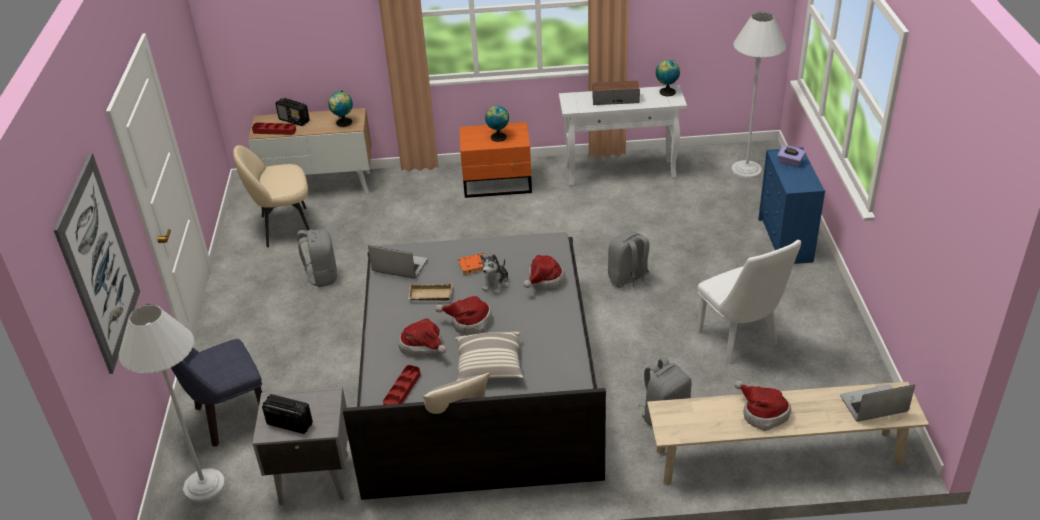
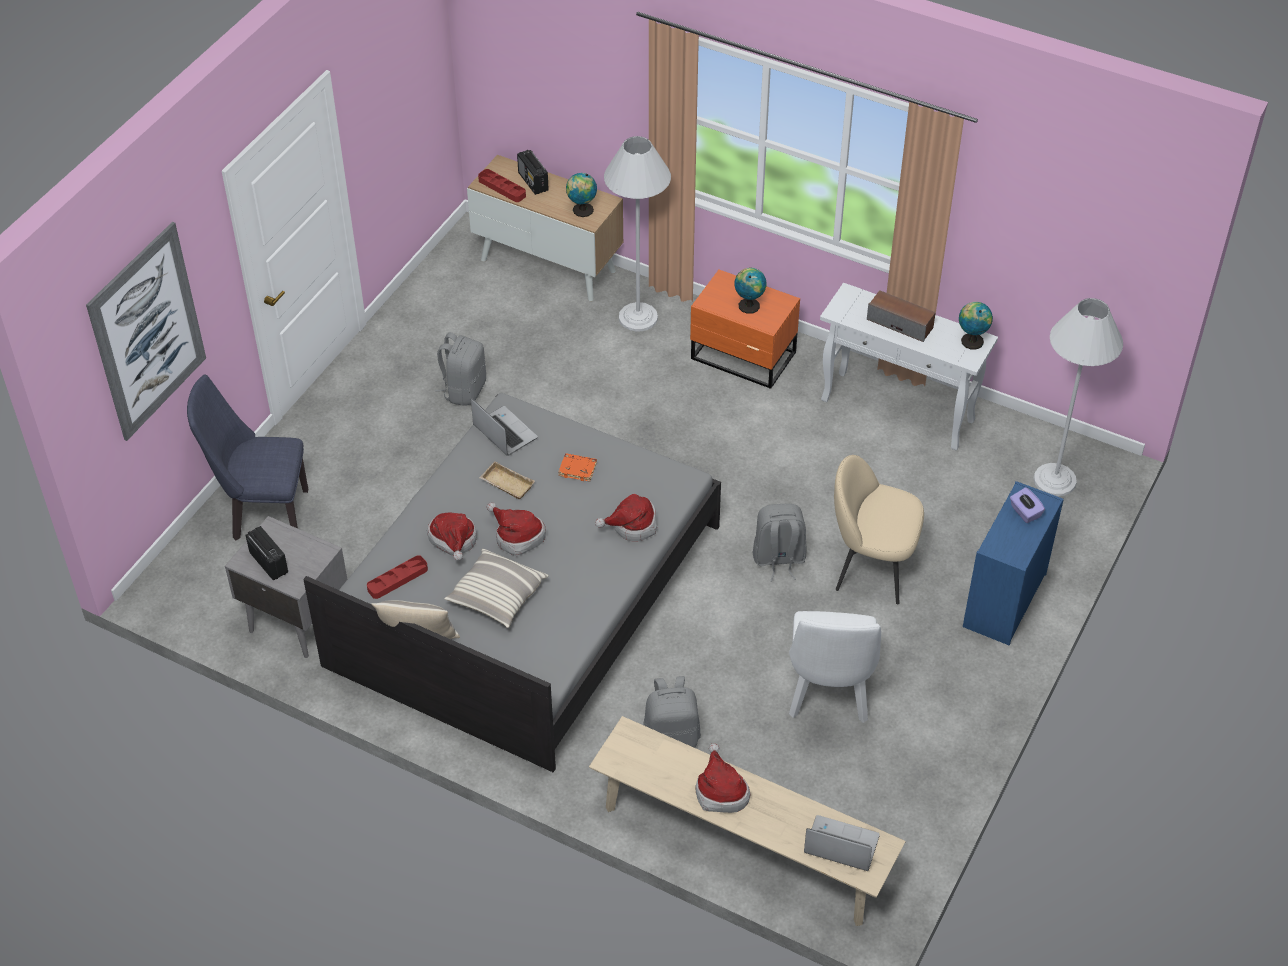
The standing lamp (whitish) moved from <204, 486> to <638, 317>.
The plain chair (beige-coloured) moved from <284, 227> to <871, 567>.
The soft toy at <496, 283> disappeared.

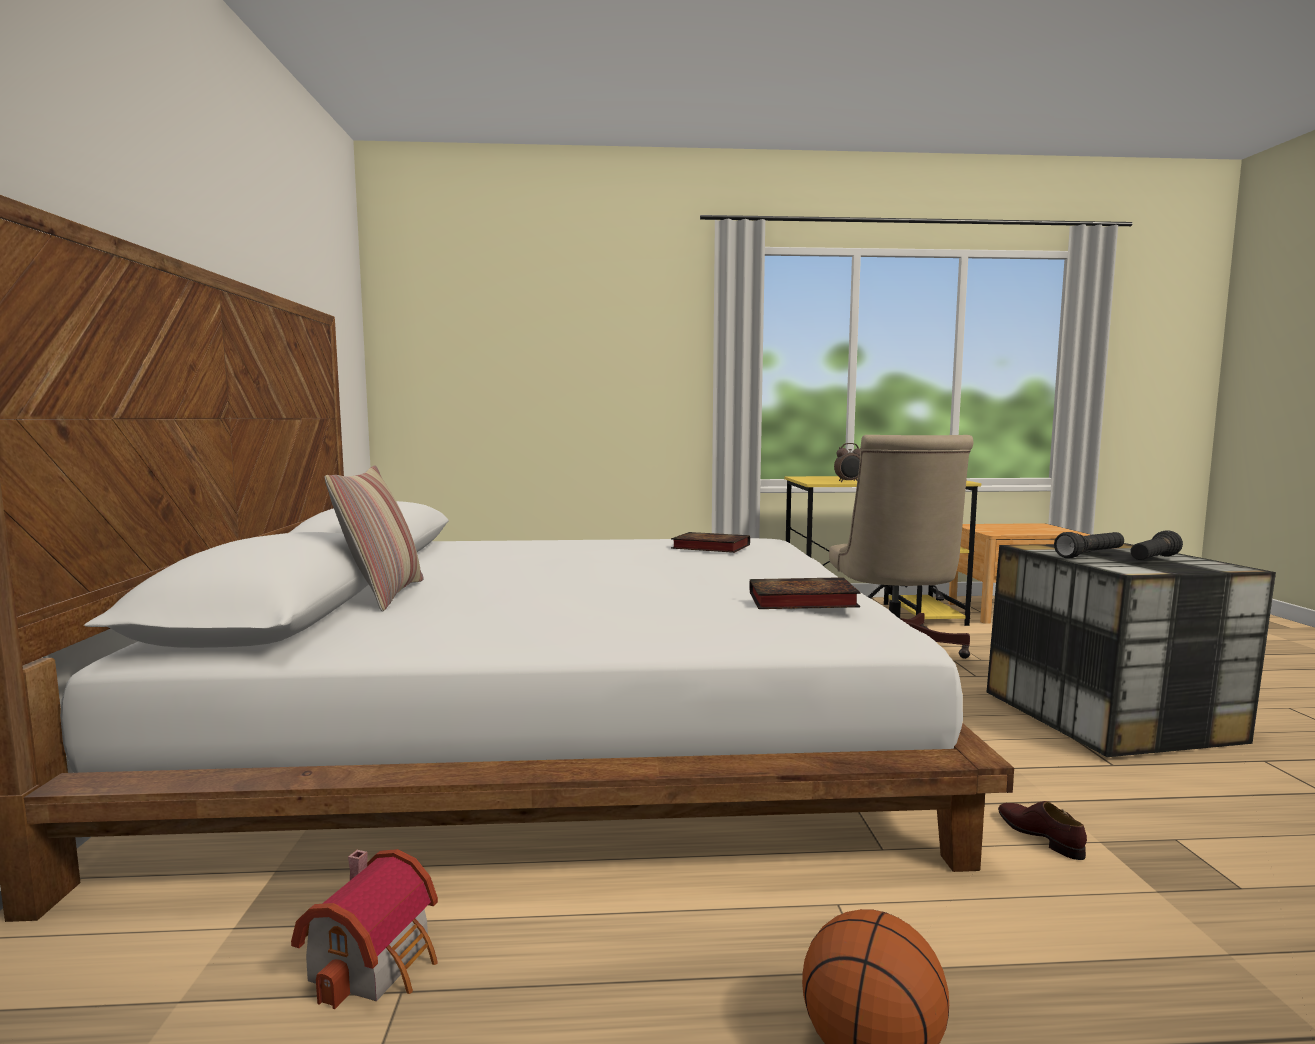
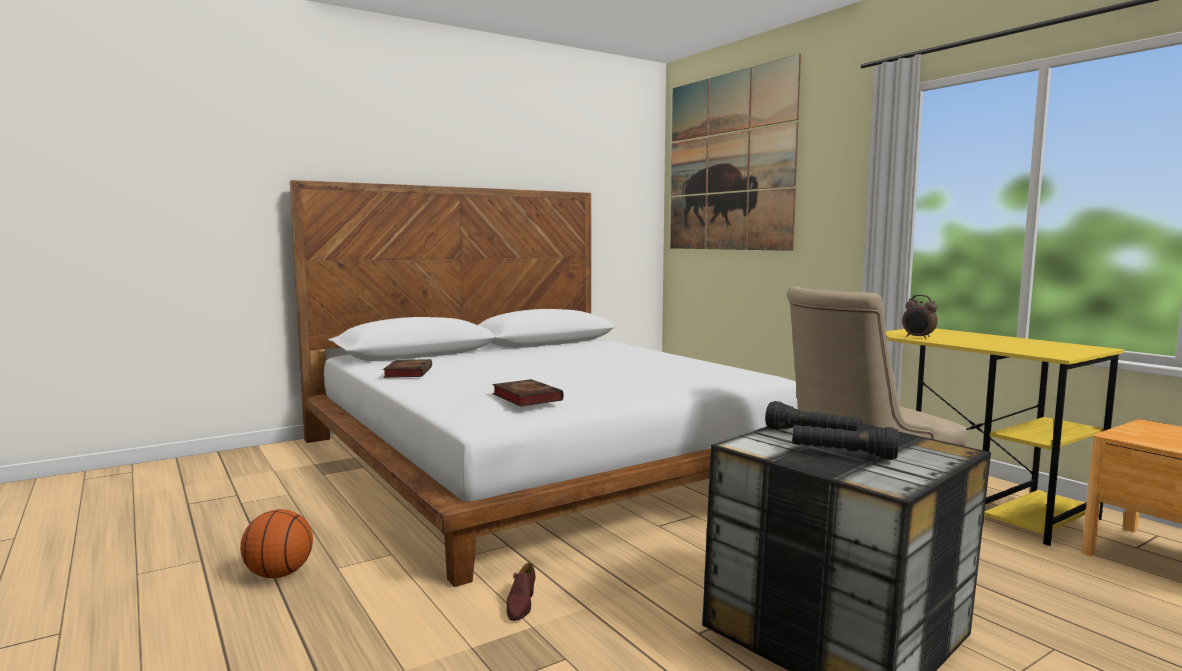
The toy house at <378, 962> disappeared.
The cushion at <383, 595> disappeared.
The bound book moved from <708, 547> to <408, 372>.
The low shoe (brown) at <1040, 836> turned 150 degrees clockwise.
The wall picture at <729, 162> appeared.

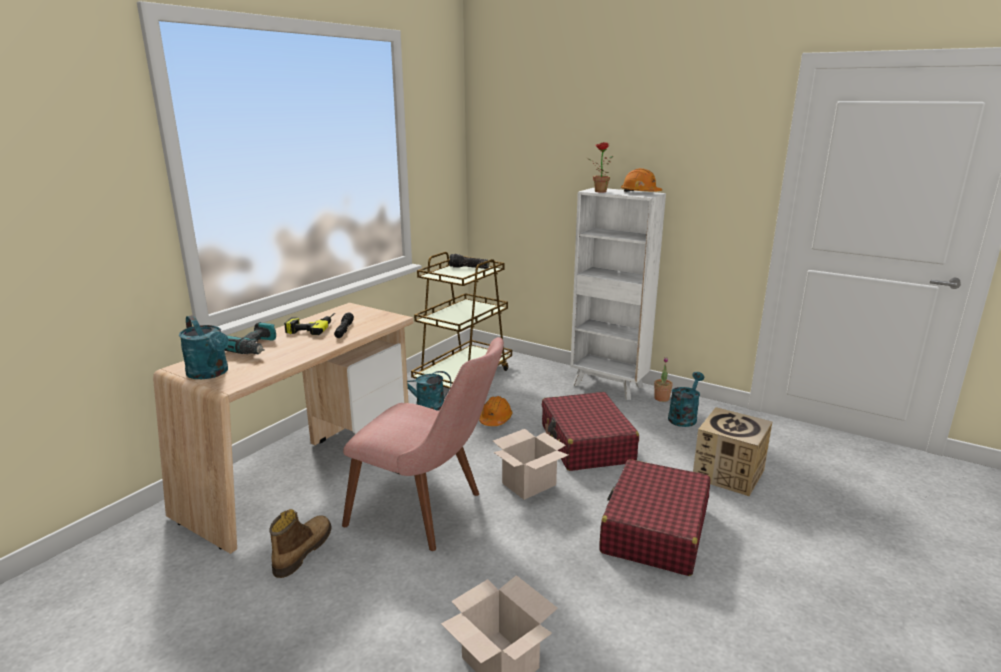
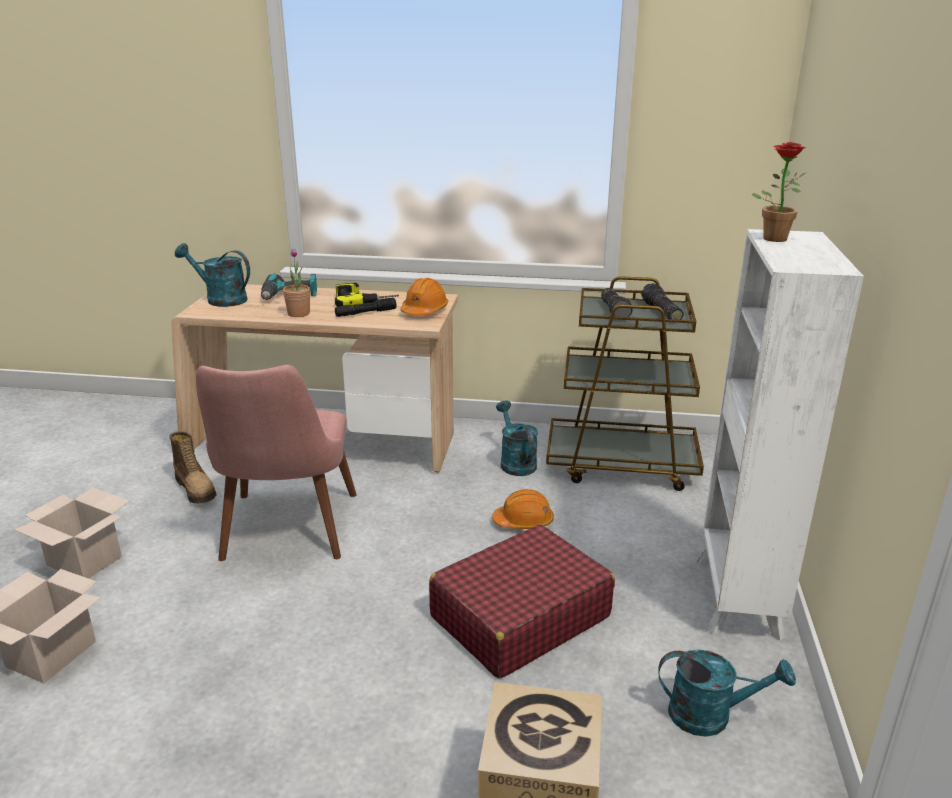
The watering can (blue-green) at <210, 373> turned 90 degrees clockwise.
The boot at <302, 551> turned 60 degrees clockwise.
The carton moved from <529, 483> to <86, 561>.
The suitcase (red-coloured) at <654, 530> disappeared.
The safety helmet (orangey) moved from <640, 193> to <424, 310>.
The potted plant moved from <661, 398> to <298, 313>.
The flashlight at <615, 311> appeared.

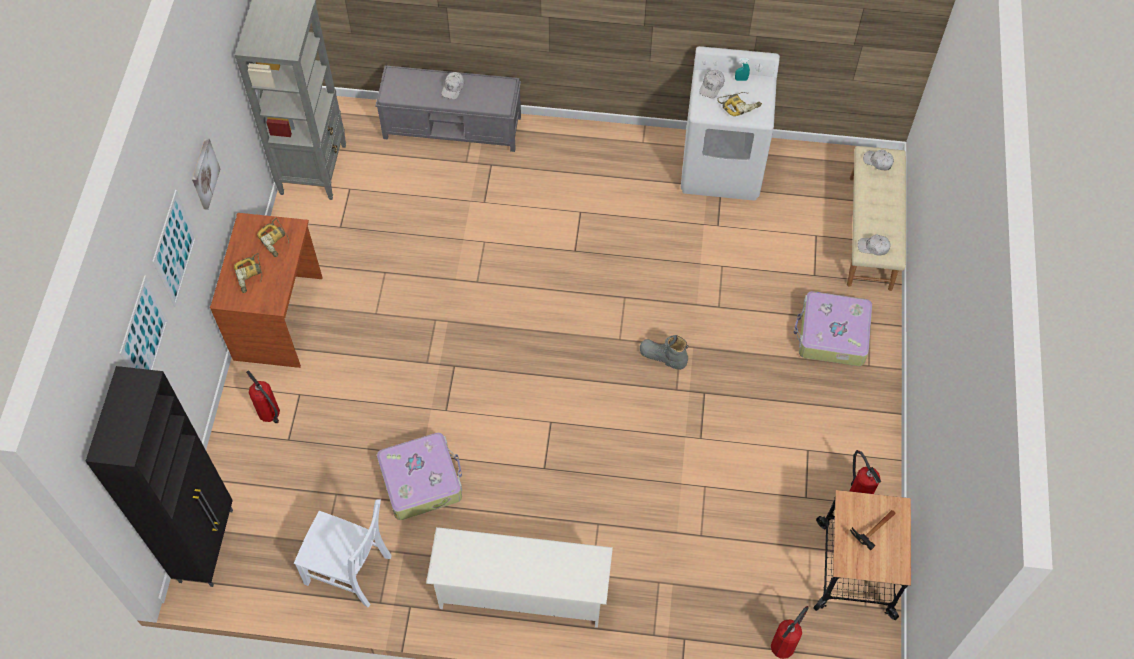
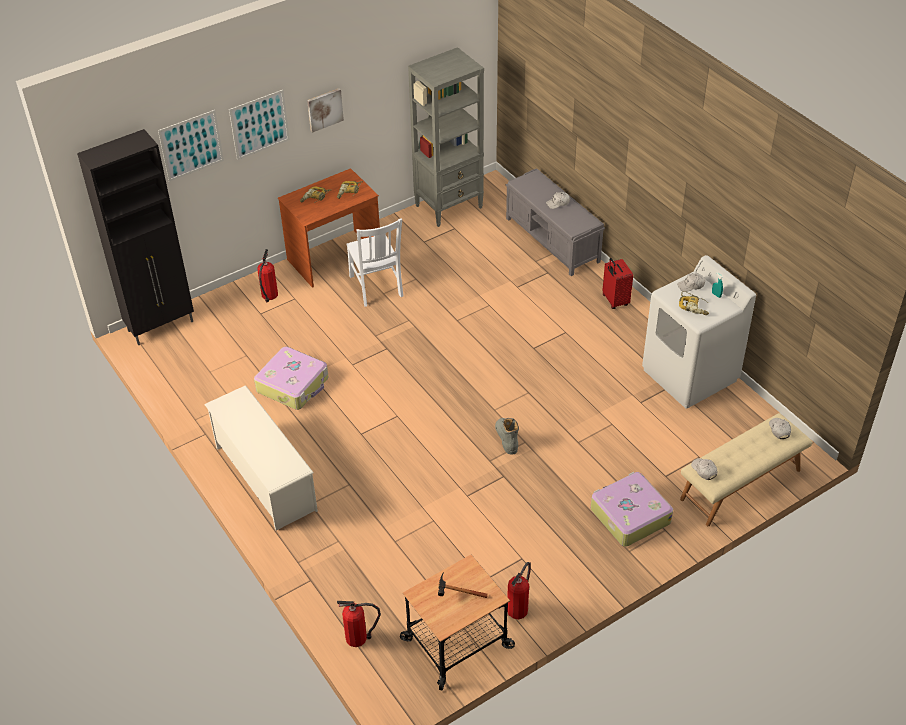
The plain chair (whitish) moved from <351, 571> to <376, 287>.
The suitcase (red-coloured) at <614, 301> appeared.

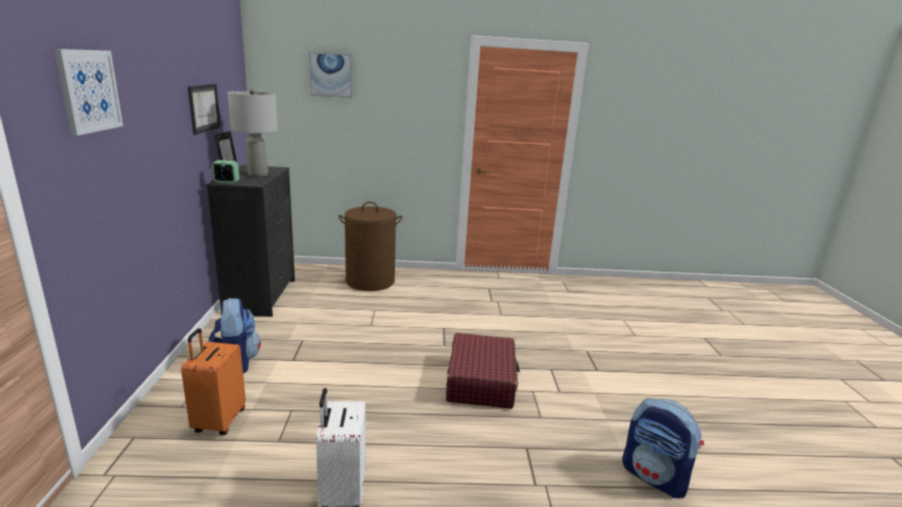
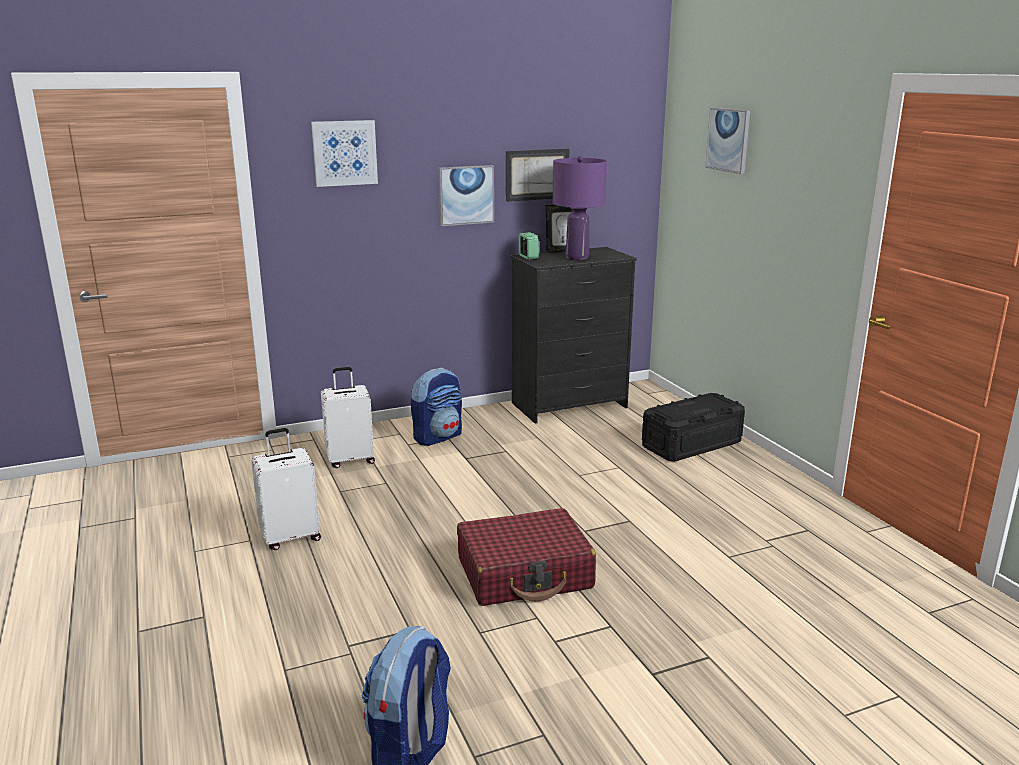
The suitcase (orangey) at <218, 421> became the suitcase (whitish) at <350, 460>.
The lamp for a table (greyish) at <258, 174> became the lamp for a table (purple-coloured) at <577, 257>.
The hamper (brown) at <370, 281> was replaced by the storage container (black) at <692, 444>.
The wall picture at <466, 195> appeared.

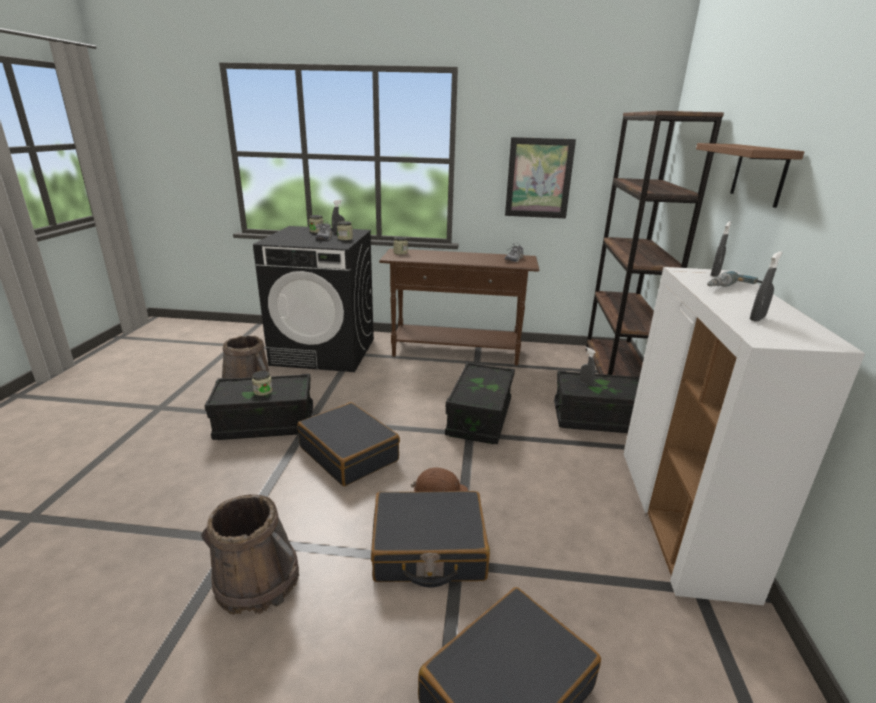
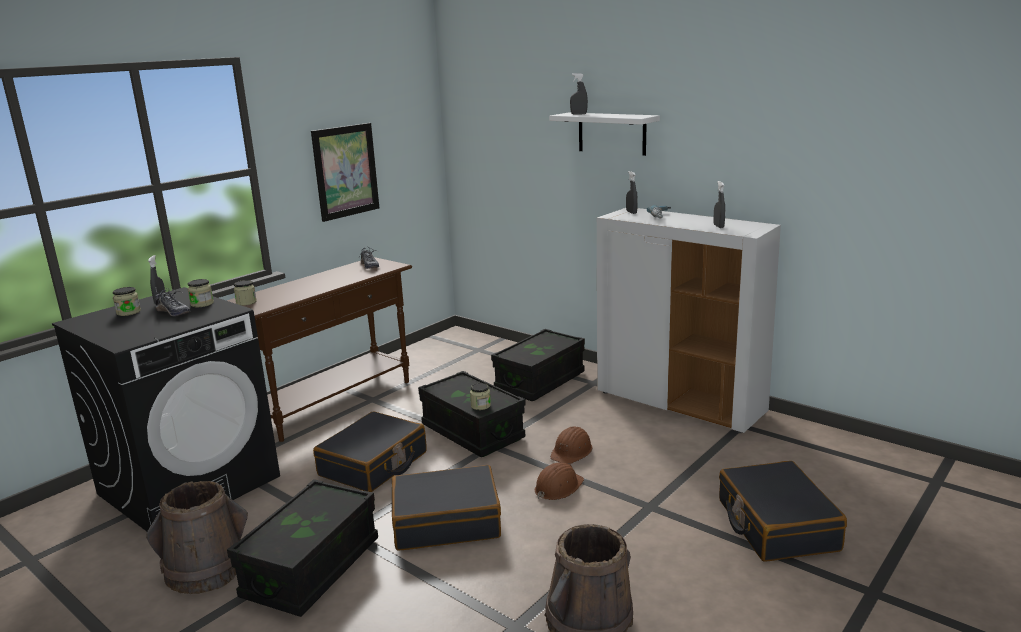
The jar moved from <263, 391> to <480, 406>.
The suitcase (black) moved from <428, 550> to <373, 464>.
The spray bottle (greyish) moved from <585, 383> to <578, 114>.
The shelving unit (brown) at <617, 373> disappeared.
The wall shelf (brown) at <759, 174> became the wall shelf (whitish) at <611, 133>.
The safety helmet (brown) at <572, 451> appeared.

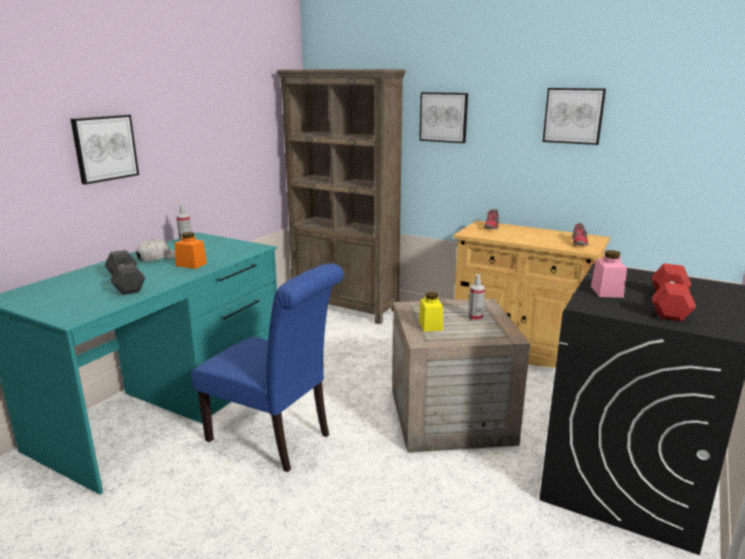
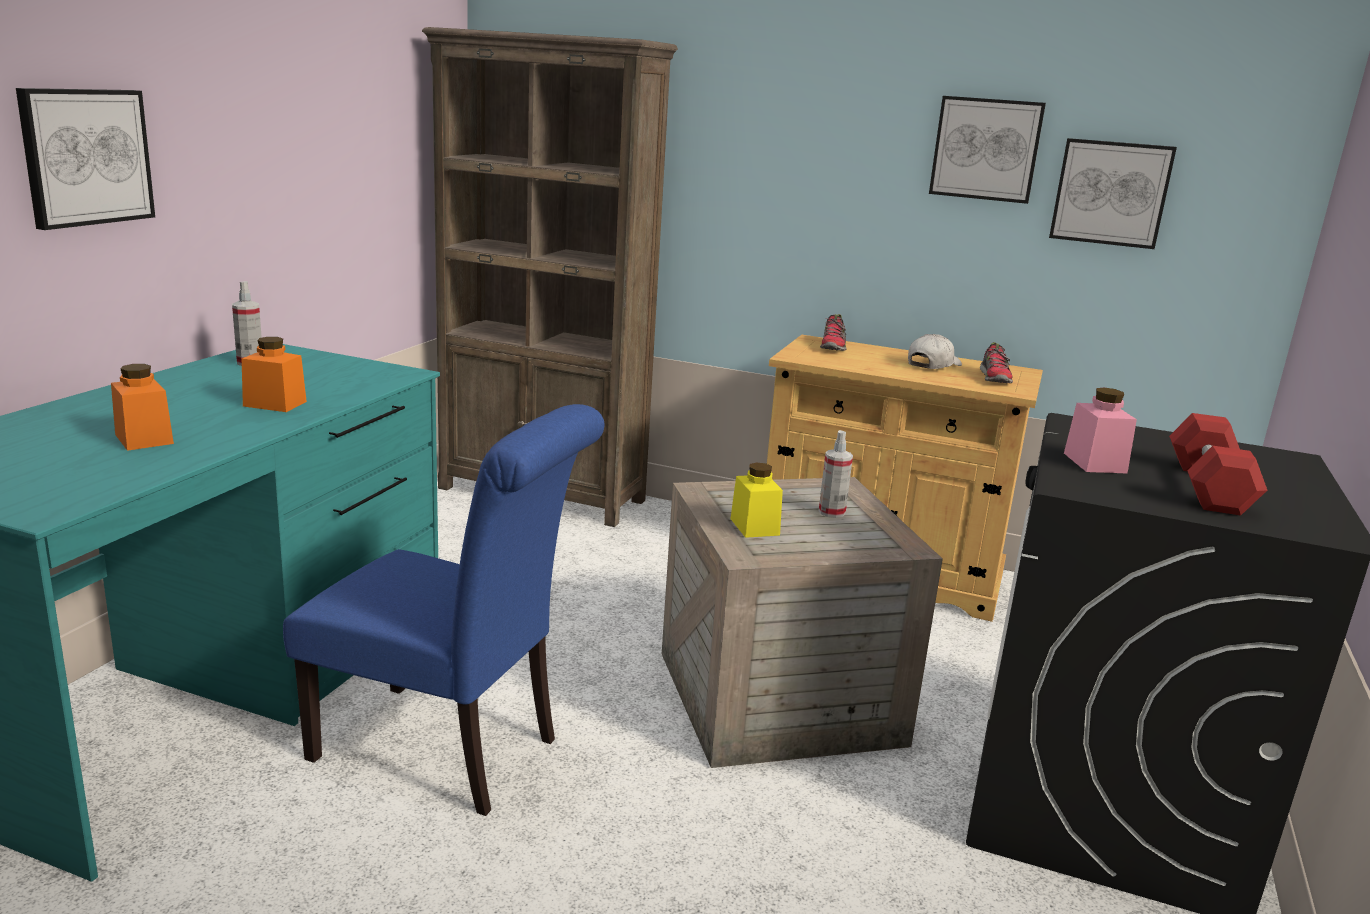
The dumbbell (black) at <126, 283> was replaced by the jar (orangey) at <144, 439>.
The peaked cap (whitish) moved from <159, 258> to <933, 365>.
The wall picture moved from <443, 117> to <1110, 193>.

